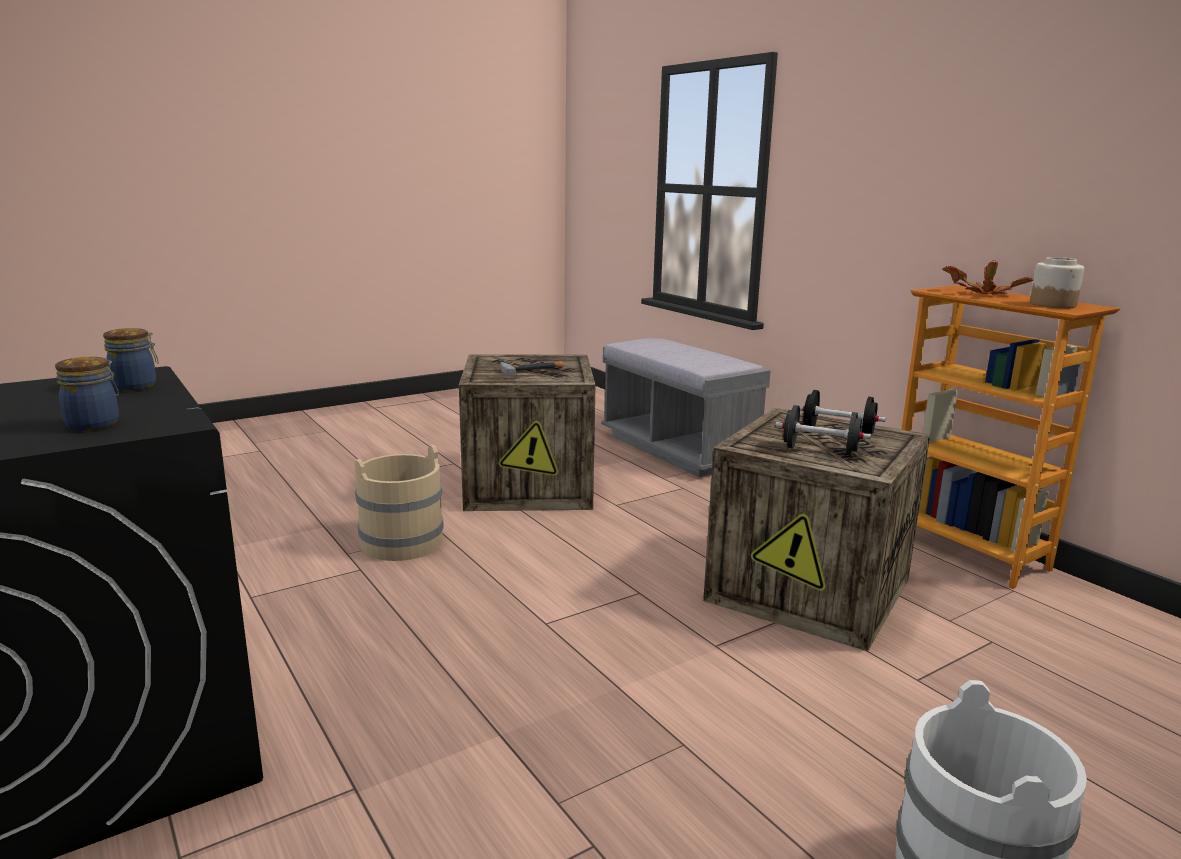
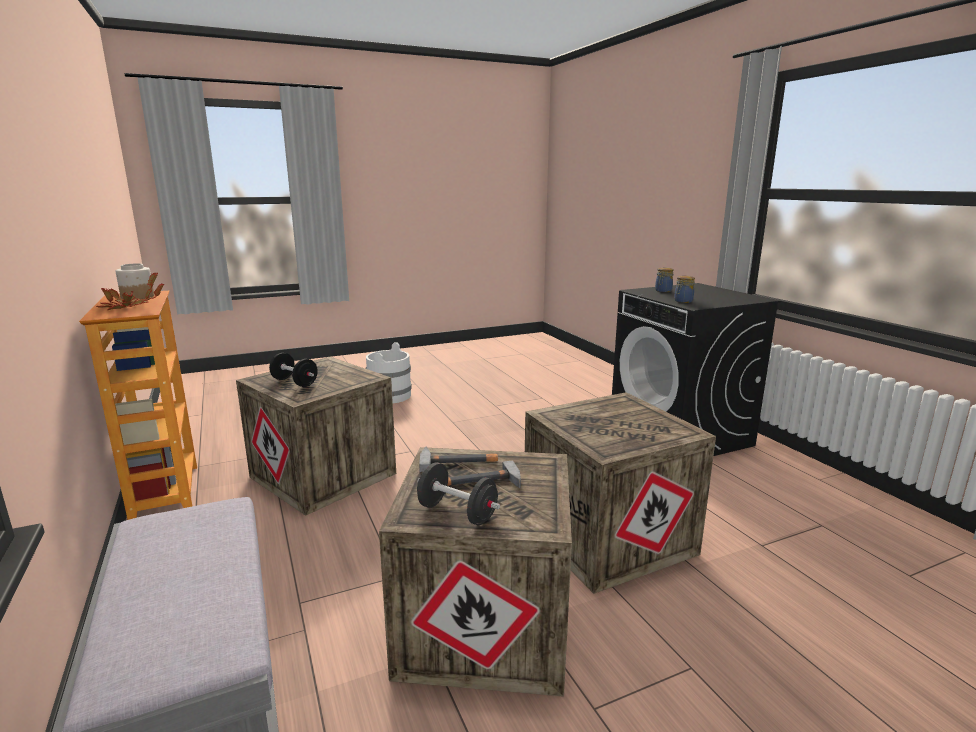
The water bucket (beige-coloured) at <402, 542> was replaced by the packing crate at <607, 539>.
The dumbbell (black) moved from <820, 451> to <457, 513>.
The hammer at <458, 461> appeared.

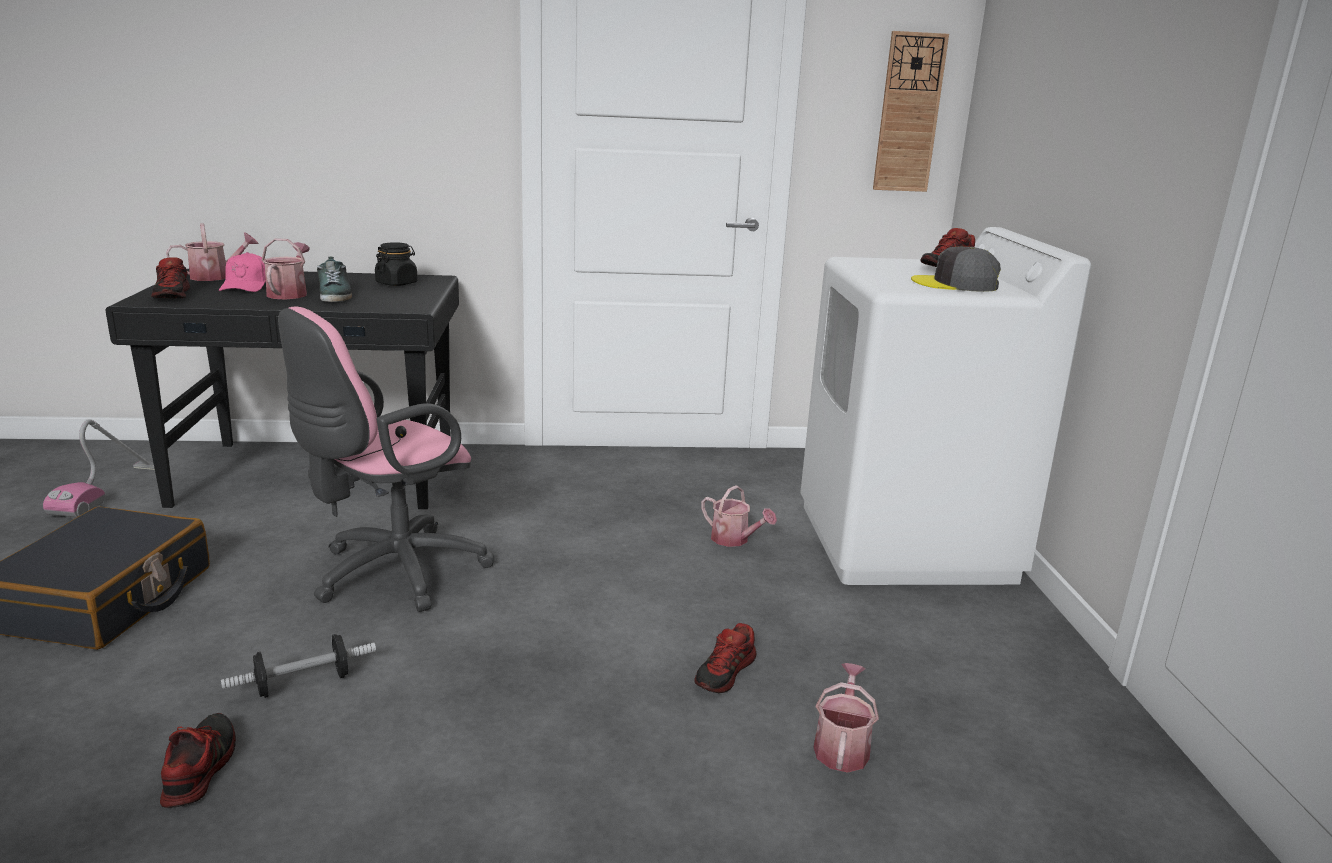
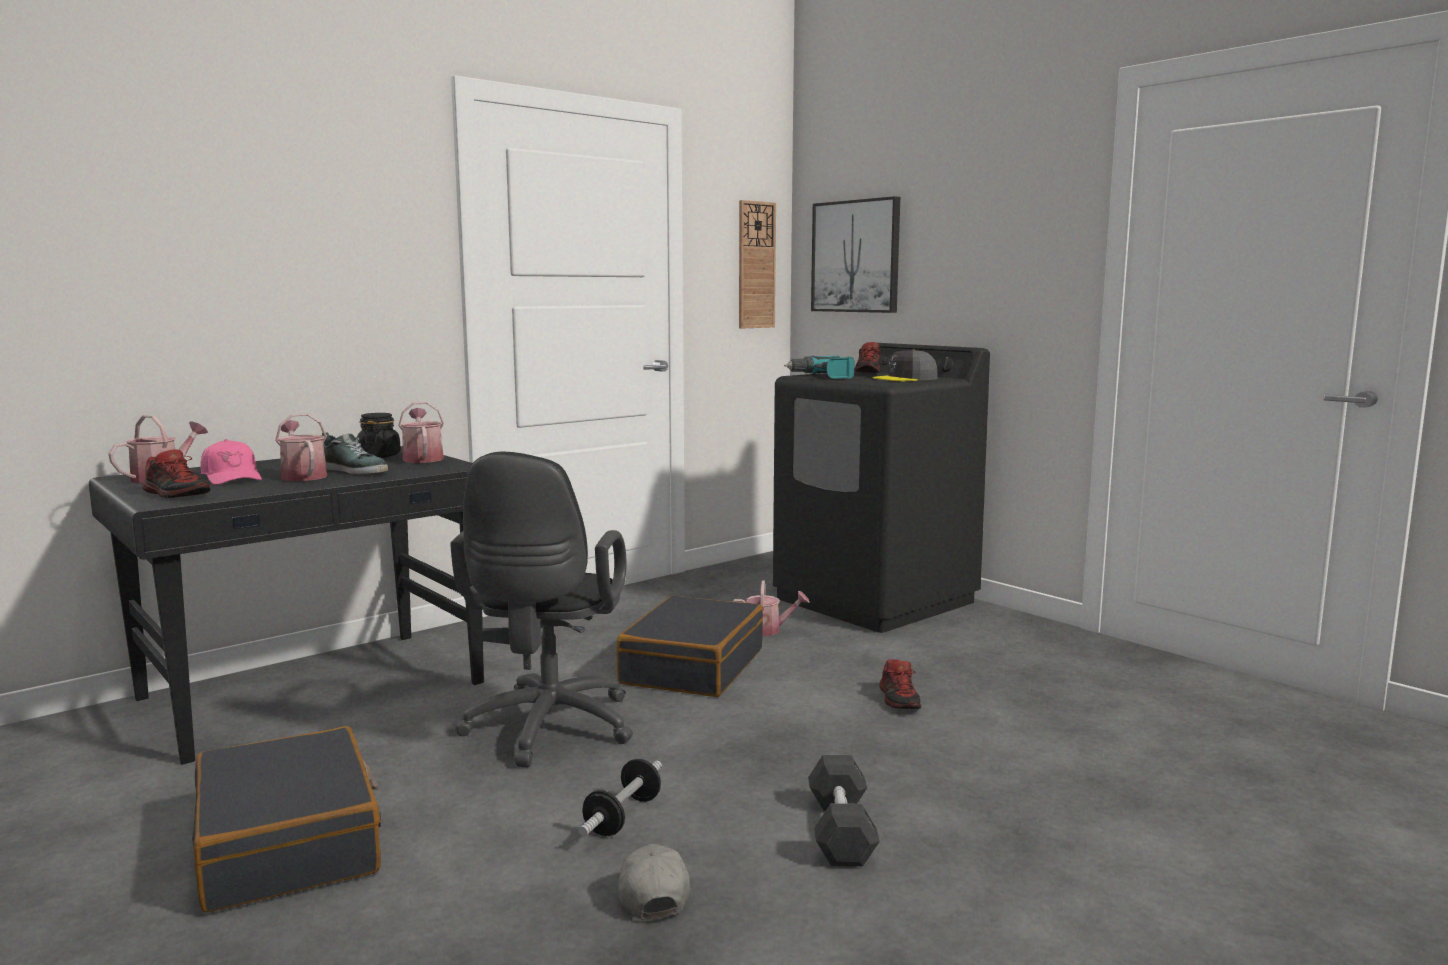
The vacuum cleaner at <110, 490> disappeared.
The low shoe at <199, 769> was replaced by the peaked cap (greyish) at <652, 893>.
The computer chair (pink) at <392, 574> became the computer chair (black) at <546, 731>.
The washing machine (whitish) at <905, 542> became the washing machine (black) at <875, 600>.
The watering can moved from <842, 746> to <422, 458>.
The suitcase (black) at <692, 666> appeared.
The drill at <822, 377> appeared.
The dumbbell (greyish) at <841, 831> appeared.
The wall picture at <856, 256> appeared.

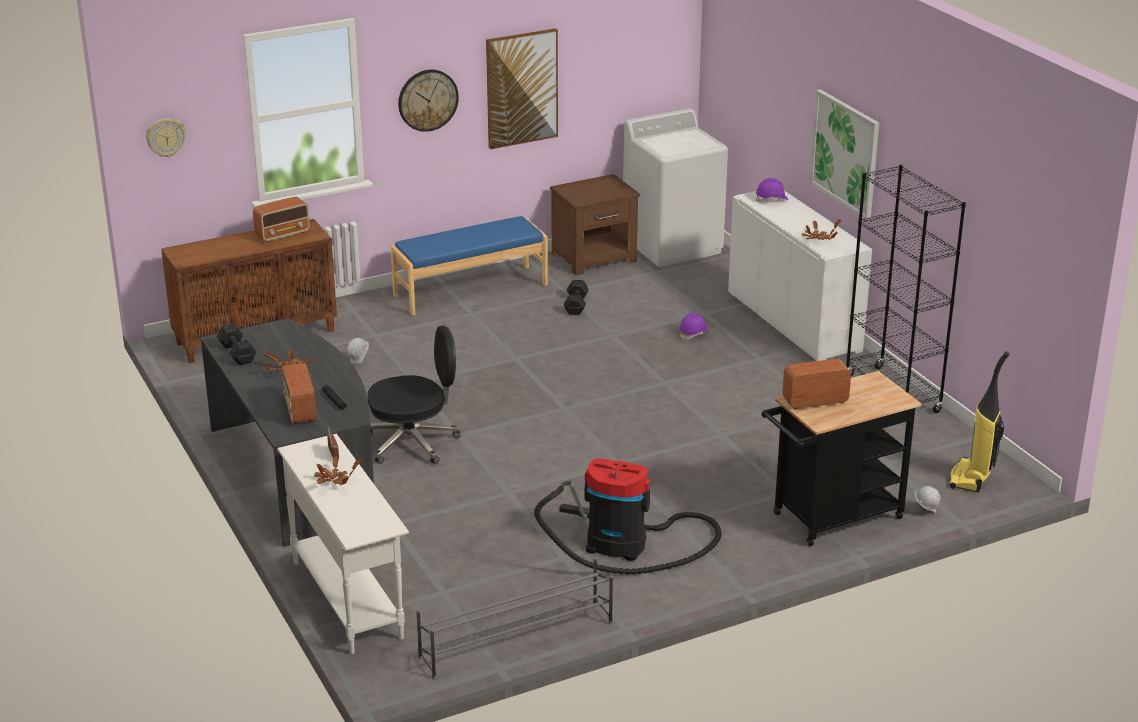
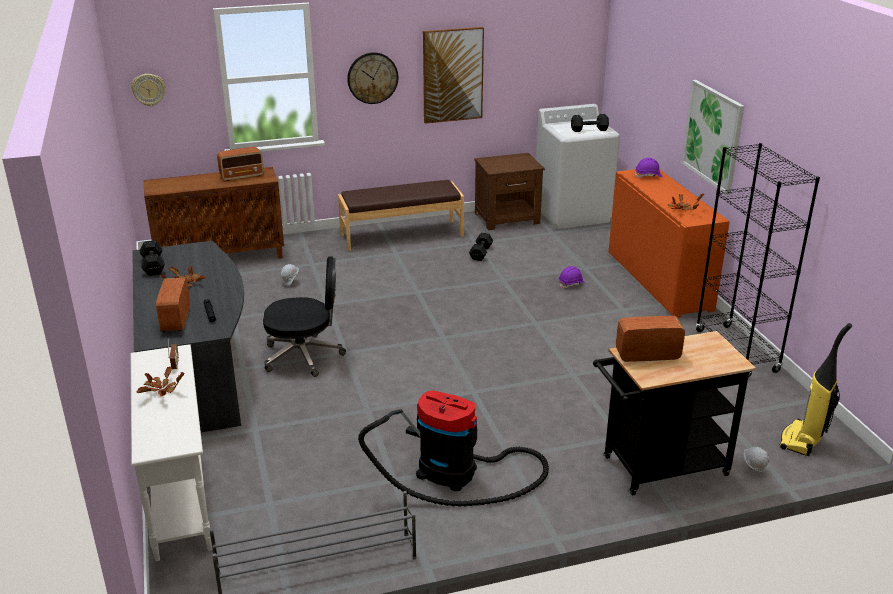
The indoor bench (blue-coloured) at <470, 289> became the indoor bench (brown) at <401, 235>.
The storage cabinet (whitish) at <793, 322> became the storage cabinet (orangey) at <658, 281>.
The dumbbell (black) at <588, 130> appeared.

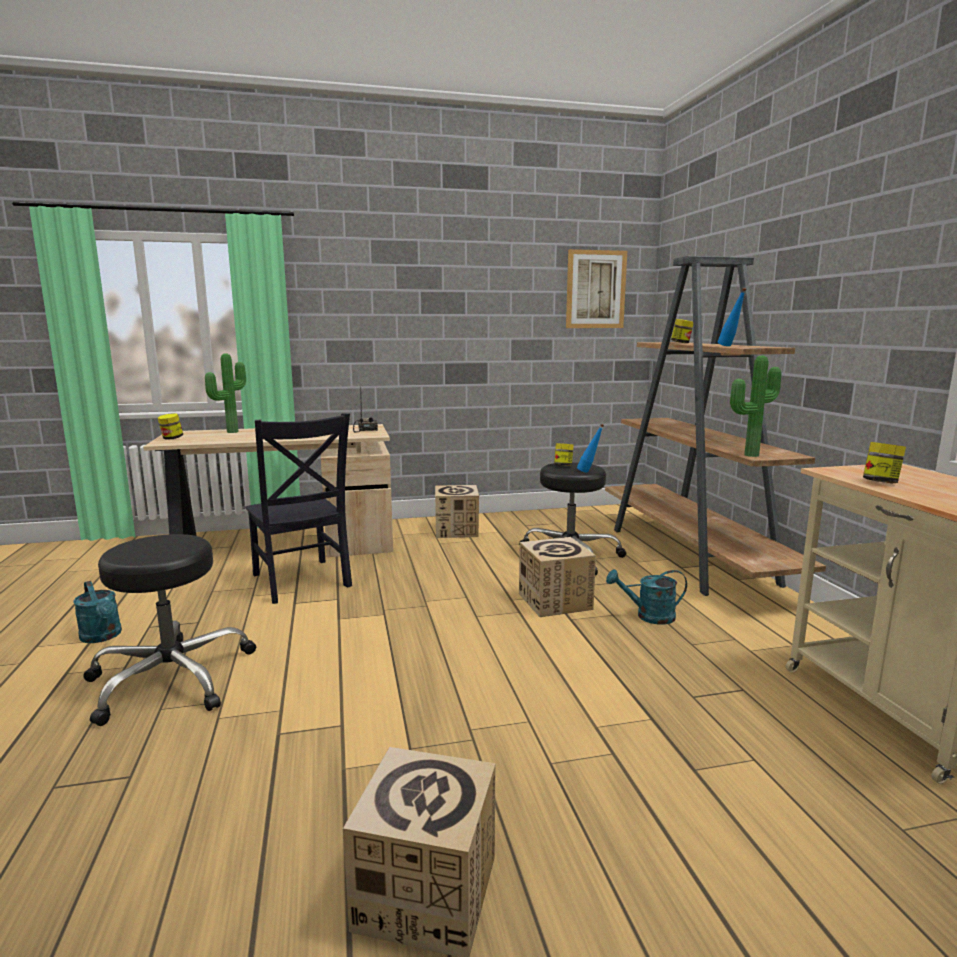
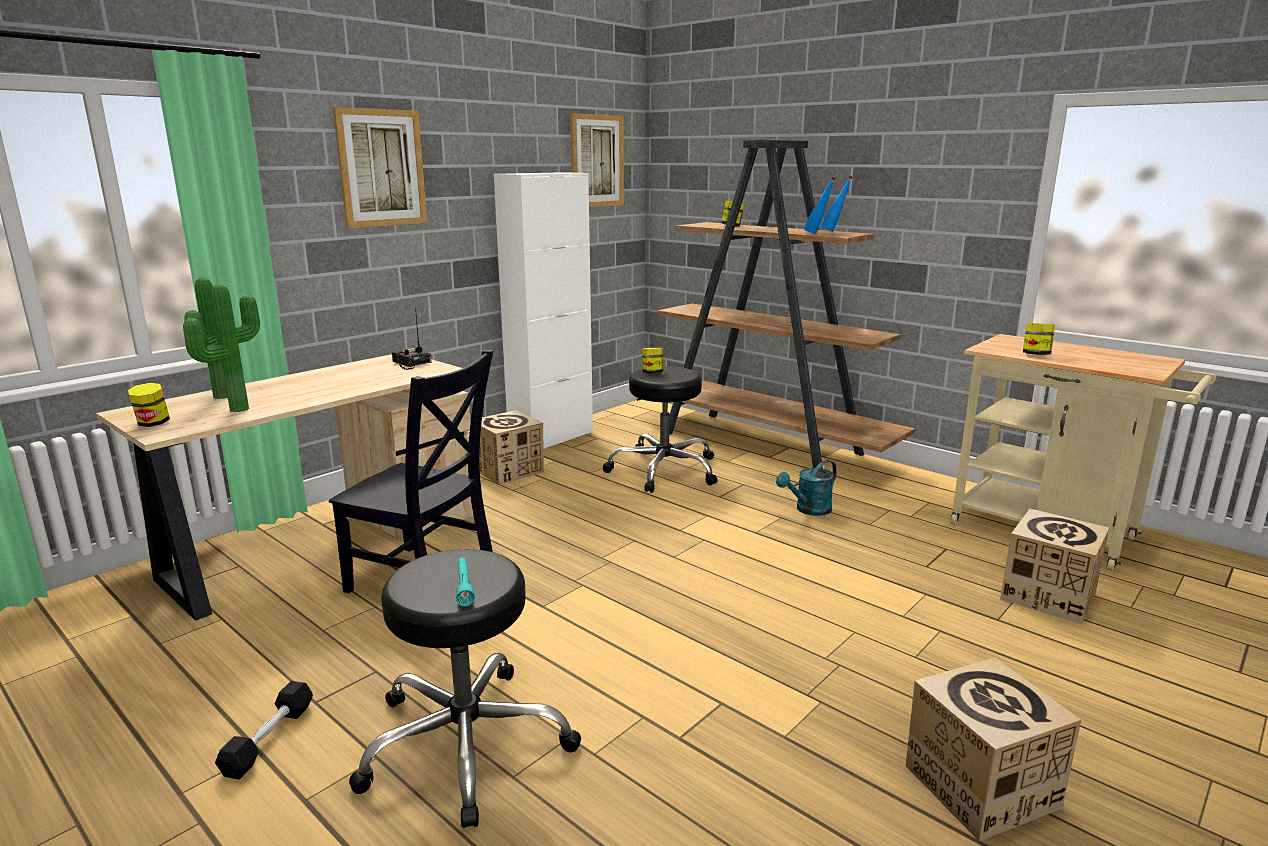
The watering can (blue-green) at <103, 637> was replaced by the dumbbell (black) at <269, 739>.
The carton moved from <555, 601> to <1048, 595>.
The drink bottle (blue-coloured) moved from <589, 472> to <834, 231>.
The potted plant moved from <749, 455> to <236, 409>.
The wall picture at <381, 168> appeared.
The flashlight (blue-green) at <464, 586> appeared.
The storage cabinet (whitish) at <551, 438> appeared.

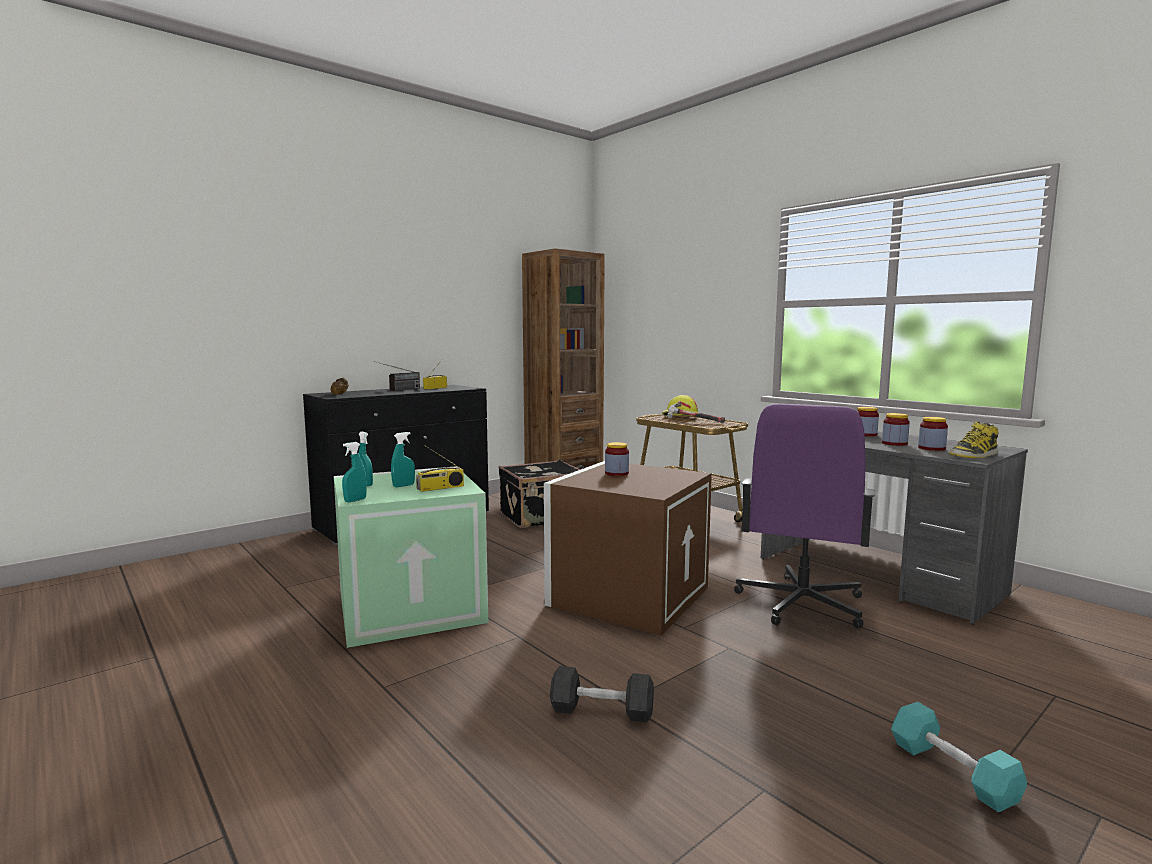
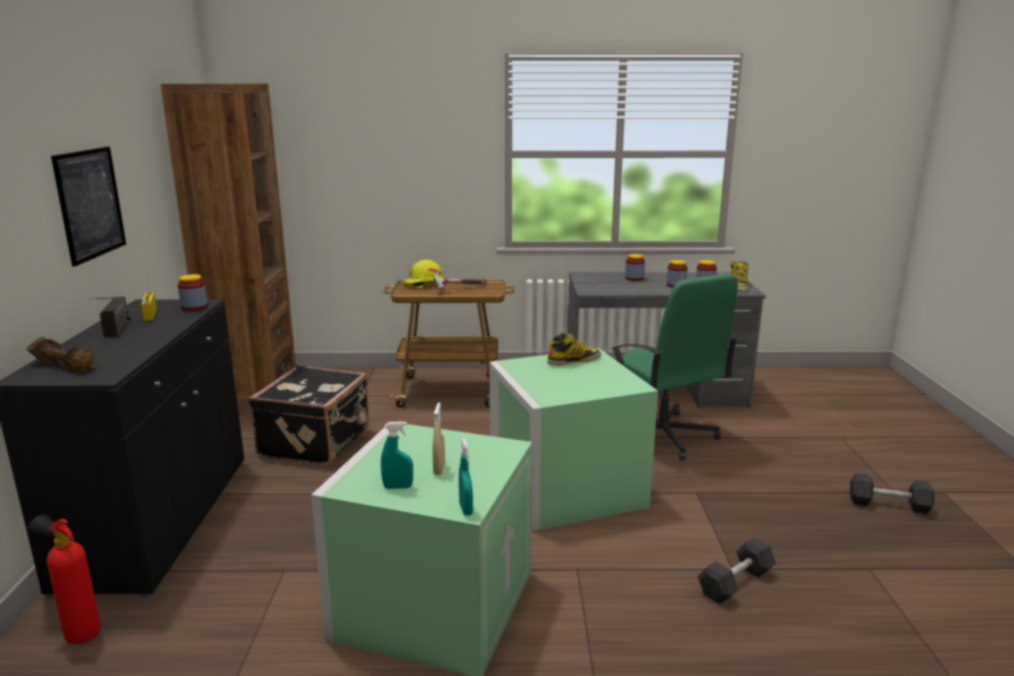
The spray bottle (blue-green) at <403, 486> became the spray bottle (beige-coloured) at <439, 469>.
The radio set at <440, 488> disappeared.
The storage container (brown) at <628, 595> became the storage container (greenish) at <563, 487>.
The jar moved from <616, 473> to <194, 307>.
The computer chair (purple-coloured) at <800, 604> became the computer chair (greenish) at <663, 436>.
The dumbbell (blue-green) at <952, 772> became the dumbbell (black) at <888, 505>.
The extinguisher at <79, 634> appeared.
The wall picture at <90, 204> appeared.
The boot at <574, 360> appeared.

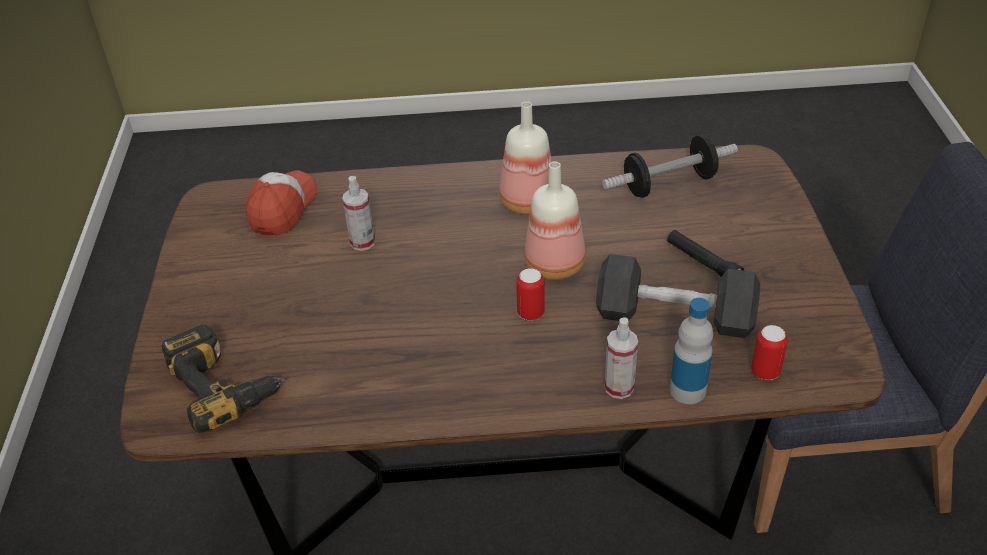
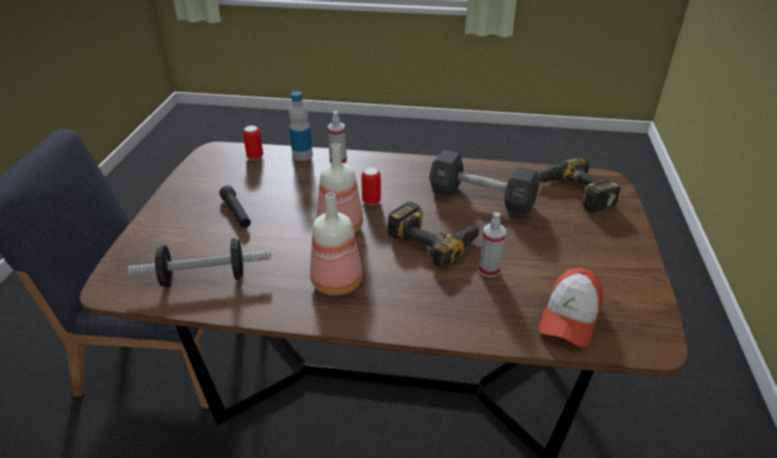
The dumbbell (black) moved from <674, 316> to <481, 198>.
The drill at <434, 238> appeared.

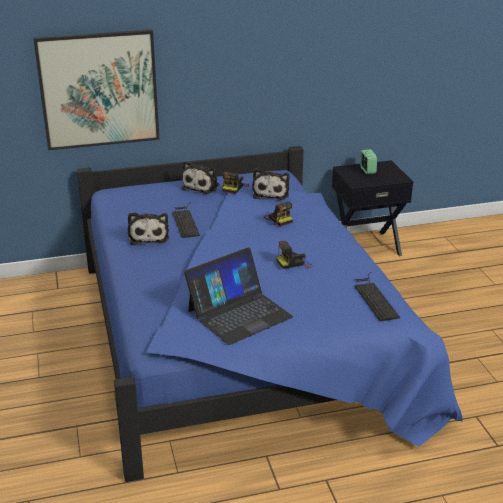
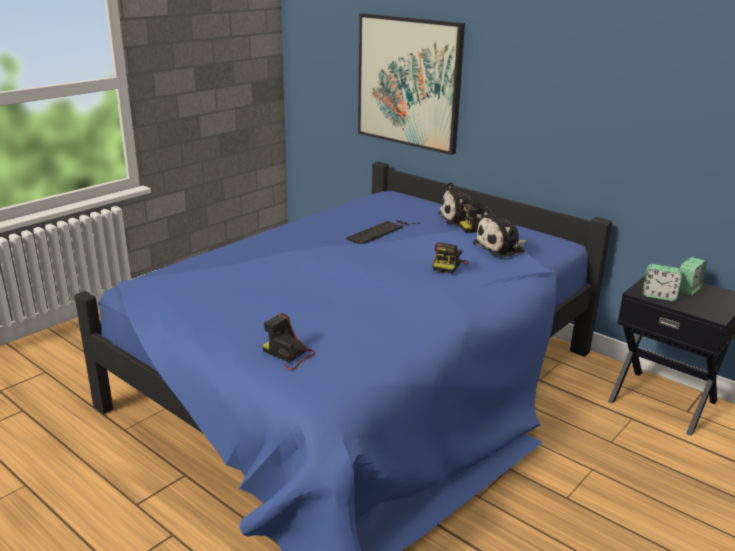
The soft toy at <148, 236> disappeared.
The portable computer at <239, 313> disappeared.
The photo camera moved from <294, 263> to <289, 354>.
The computer keyboard at <374, 297> disappeared.
The bedside clock at <659, 296> appeared.

